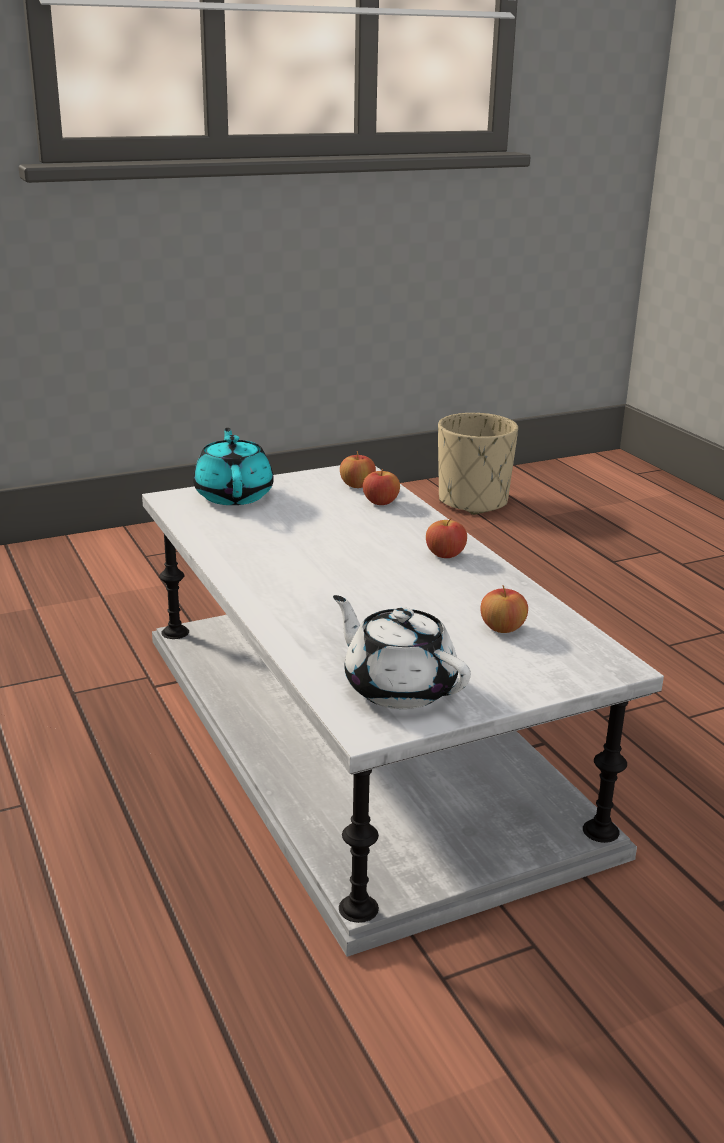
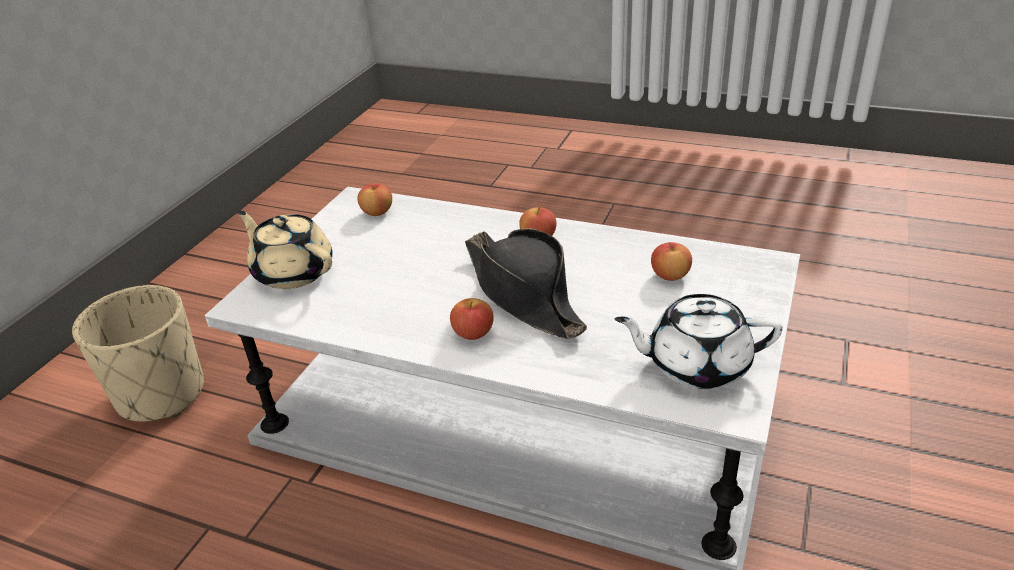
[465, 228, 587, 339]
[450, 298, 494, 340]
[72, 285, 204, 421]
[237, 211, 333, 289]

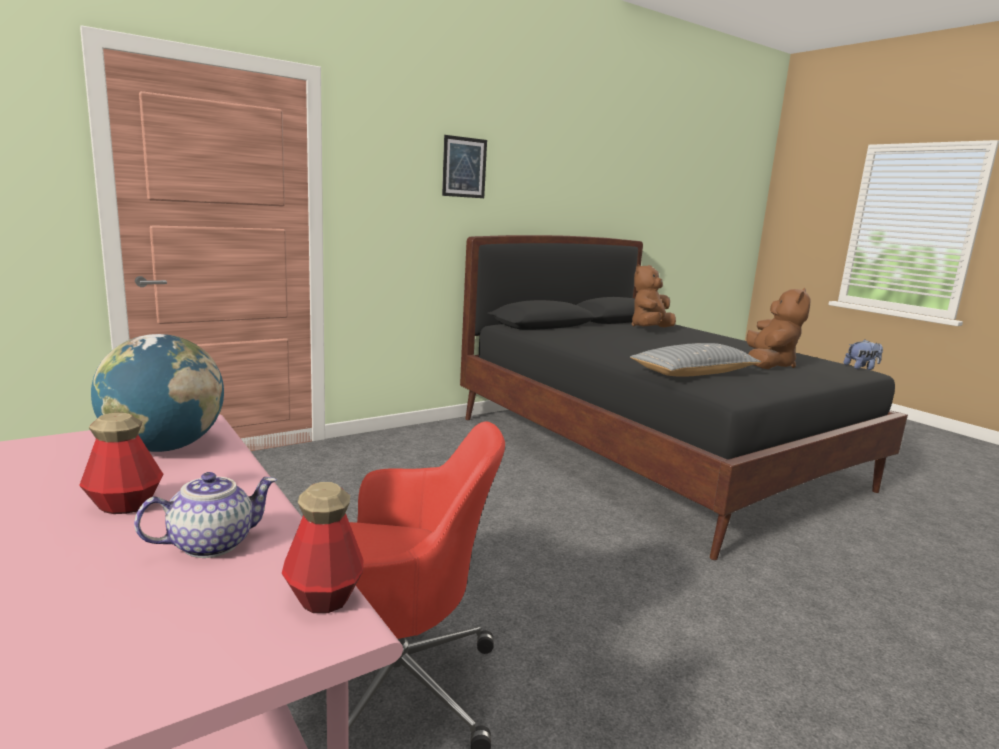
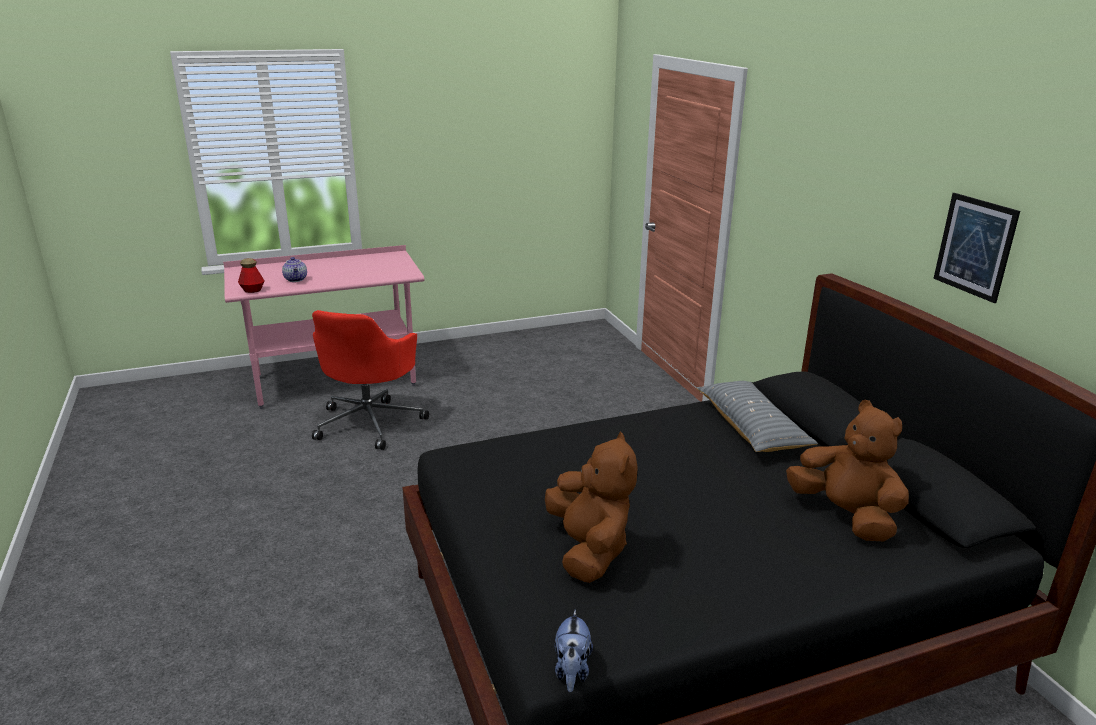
[79, 413, 163, 514] (first image)
[91, 334, 224, 452] (first image)
[933, 193, 1020, 303]
[696, 381, 818, 452]
[545, 431, 638, 583]

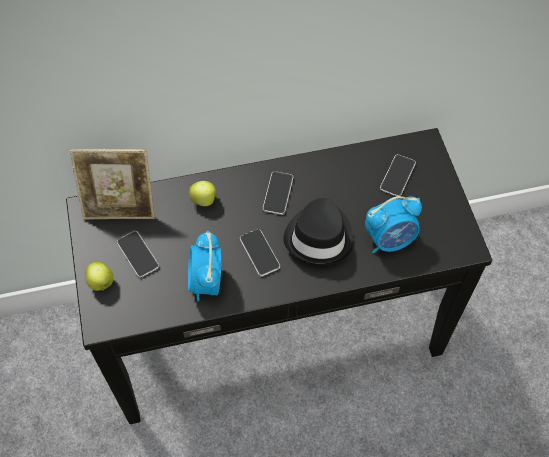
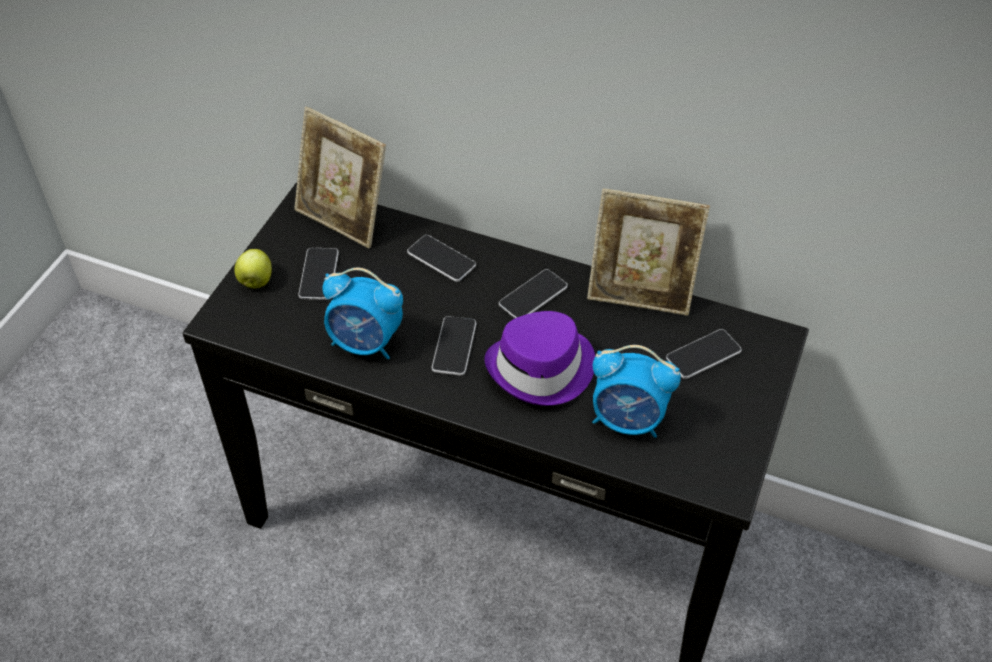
[587, 188, 710, 316]
[407, 235, 476, 282]
[485, 311, 595, 406]
[323, 267, 403, 359]

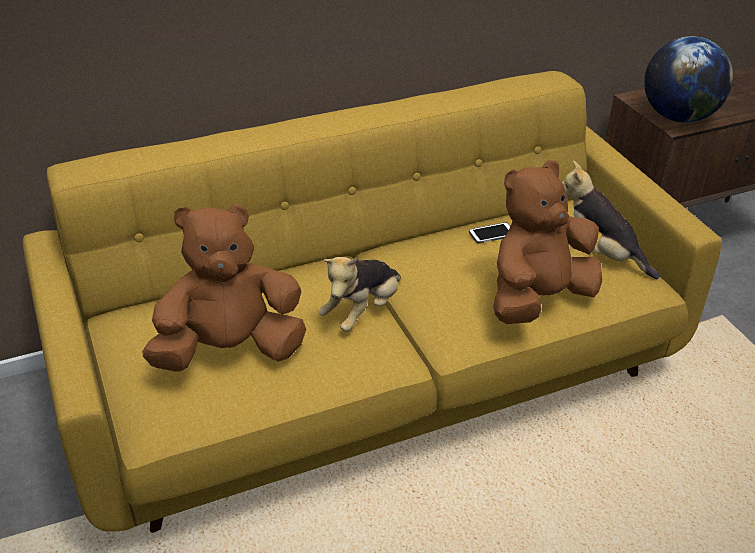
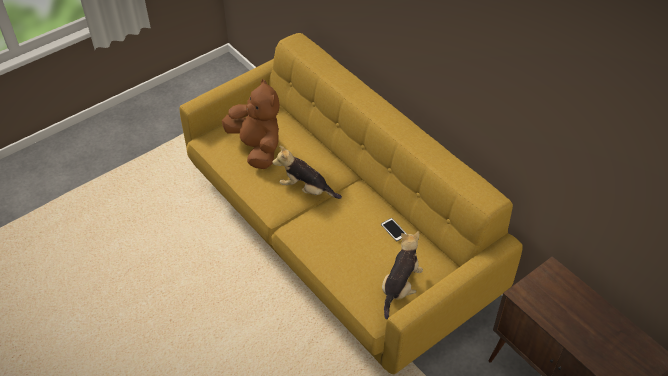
[493, 160, 602, 324] (first image)
[644, 36, 733, 123] (first image)

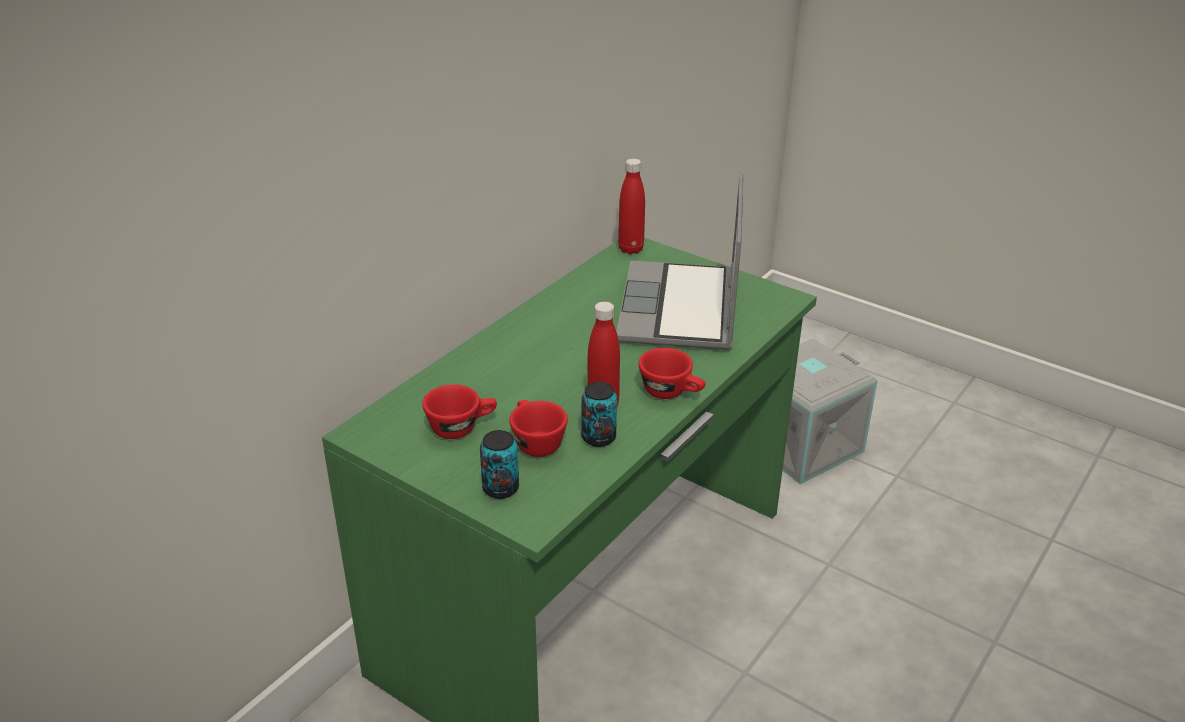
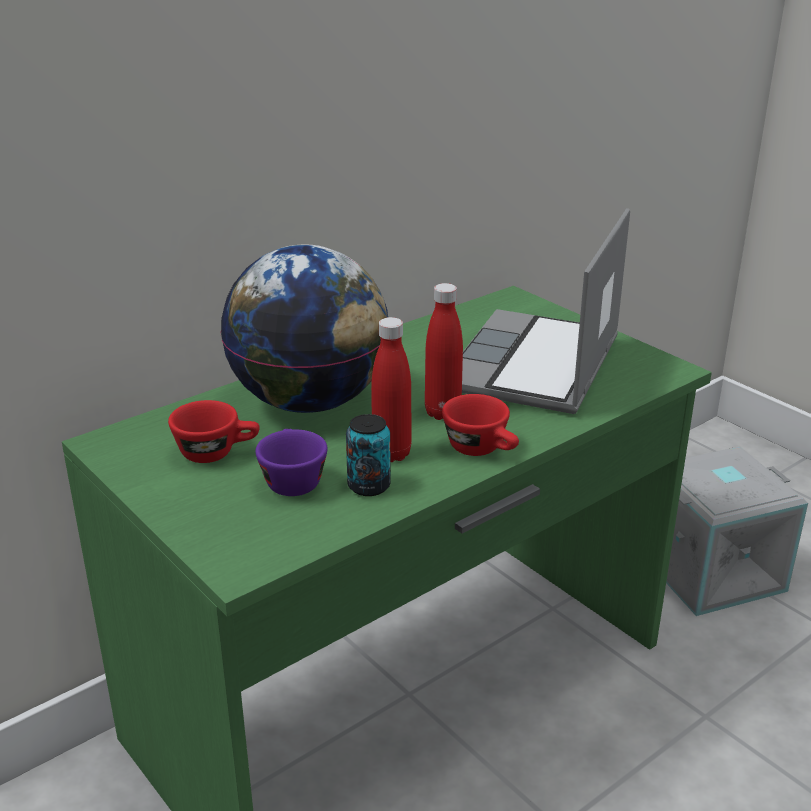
[480, 430, 519, 499] (first image)
[220, 245, 388, 413]
[425, 283, 463, 420]
[255, 429, 327, 496]

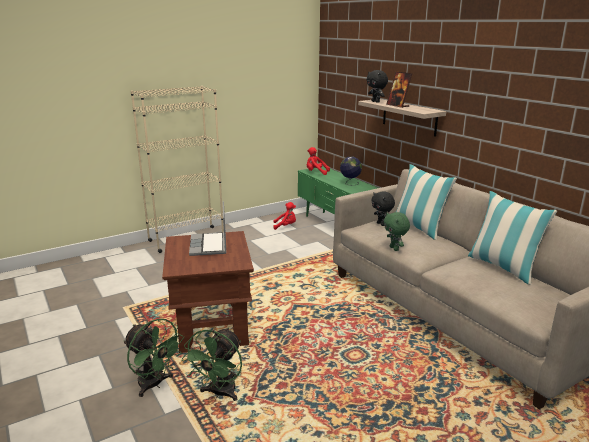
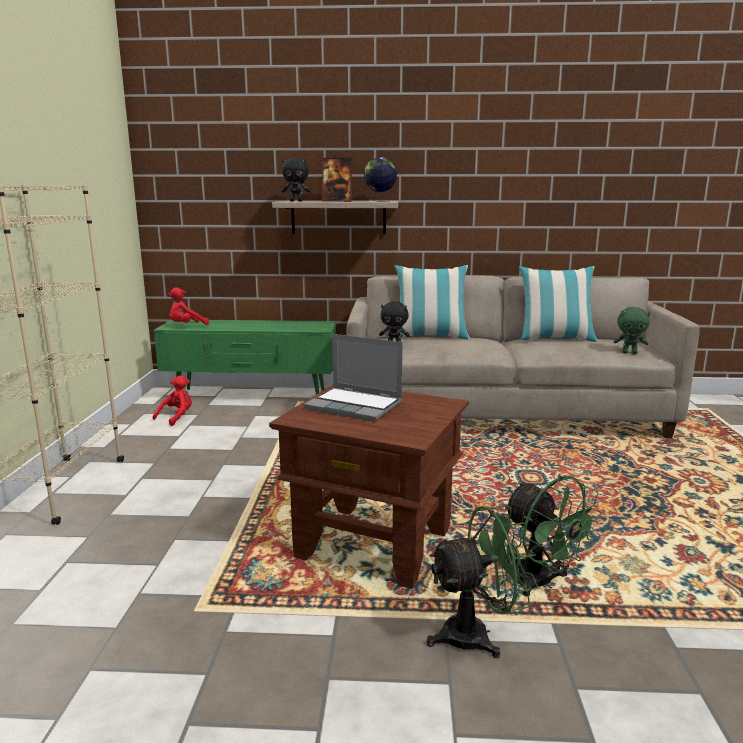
[364, 157, 397, 202]
[613, 307, 651, 354]

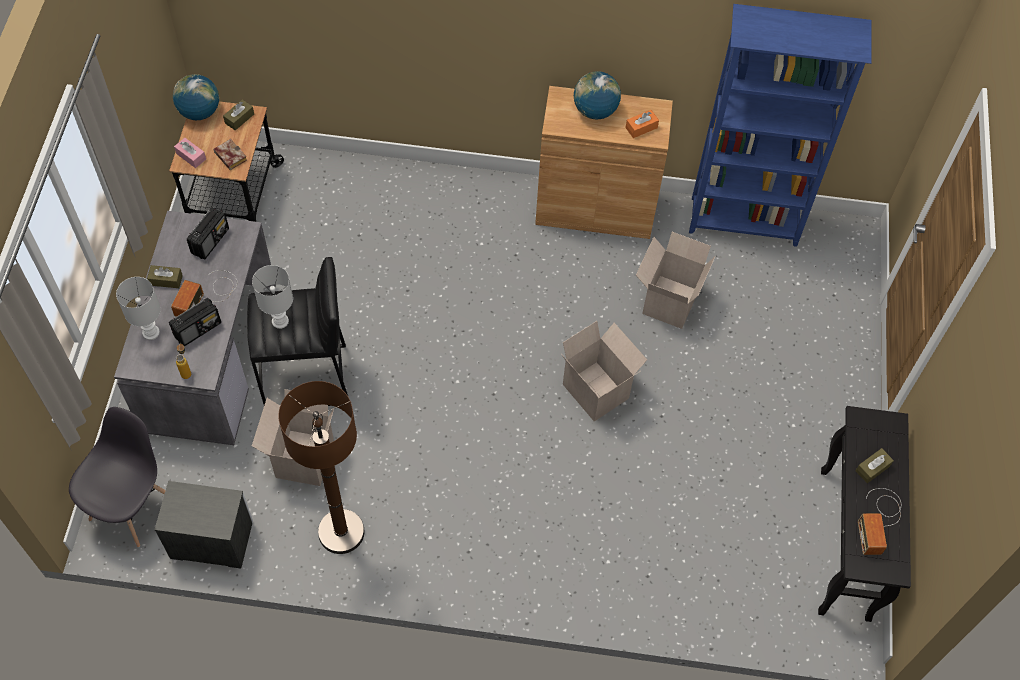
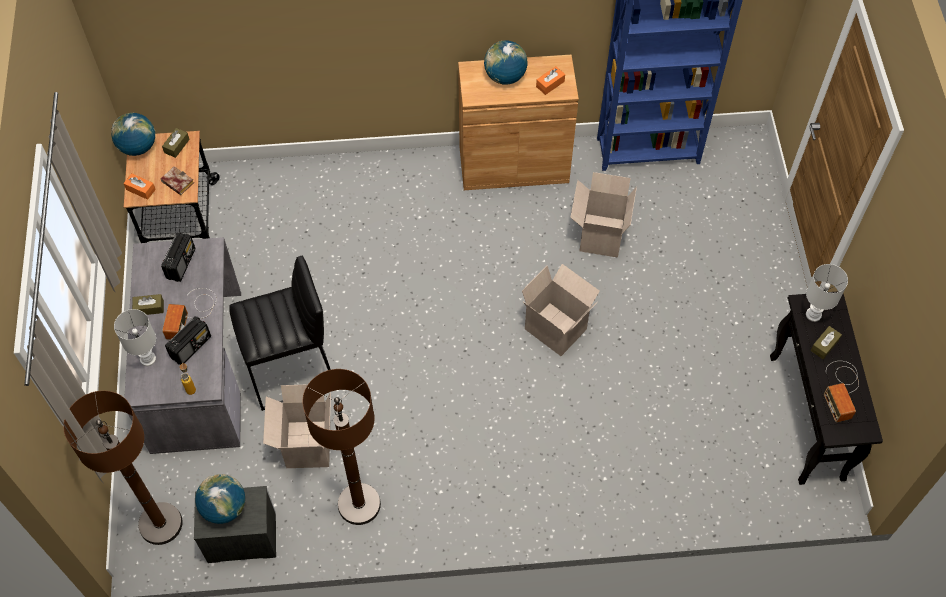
[195, 474, 245, 524]
[806, 264, 848, 322]
[63, 391, 183, 545]
[124, 173, 156, 200]

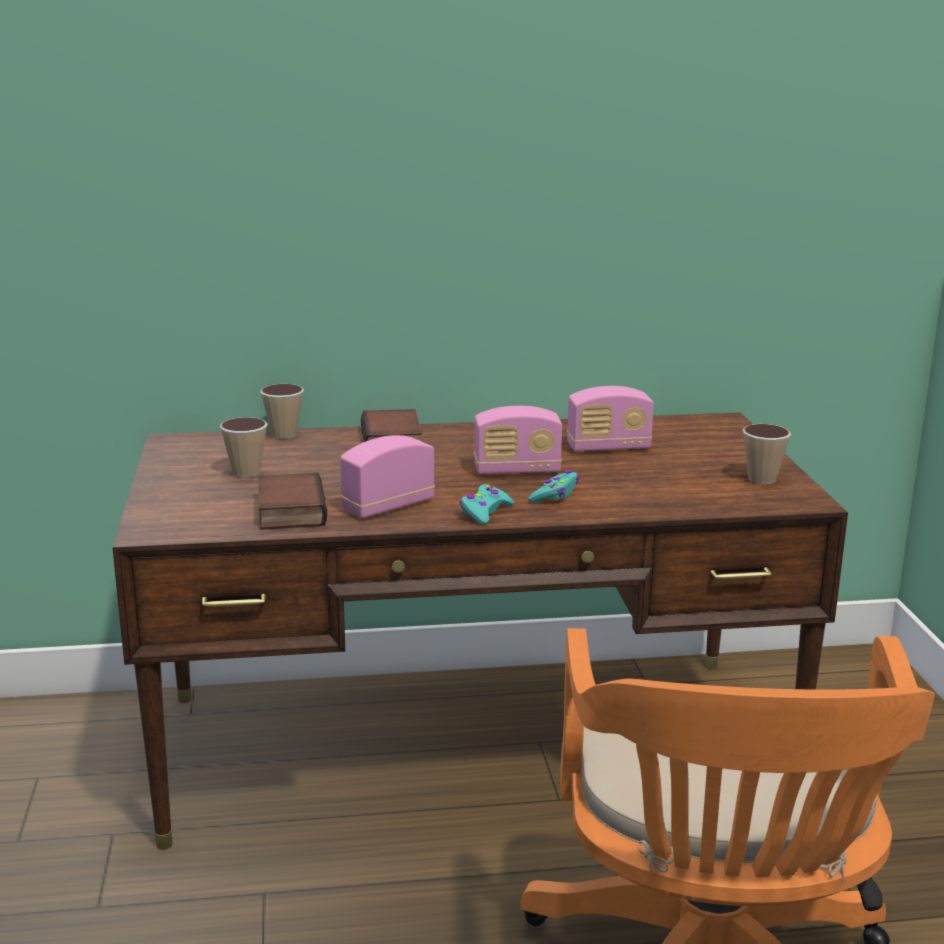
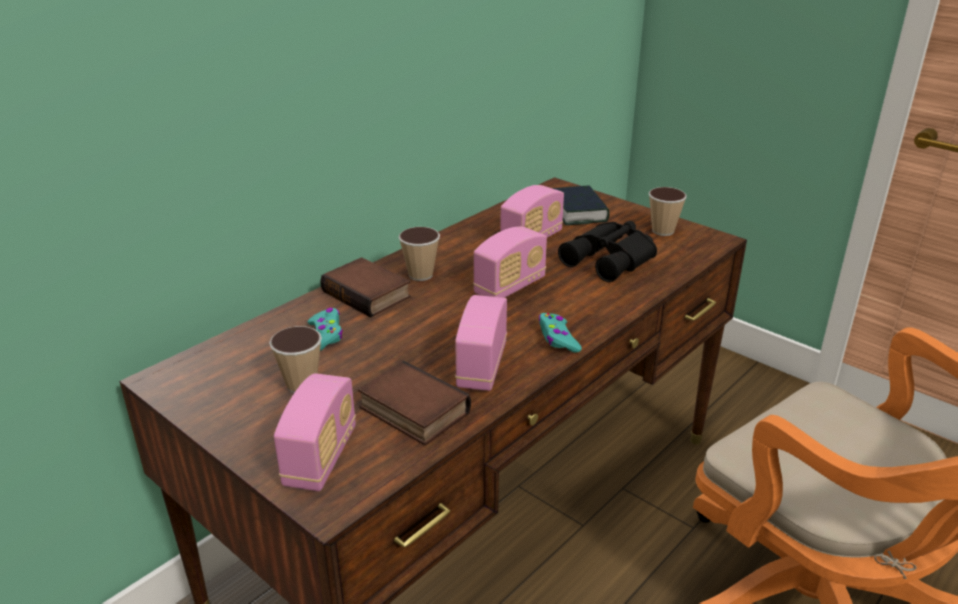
[274, 373, 356, 491]
[552, 185, 610, 225]
[558, 221, 657, 282]
[398, 227, 440, 281]
[307, 308, 343, 351]

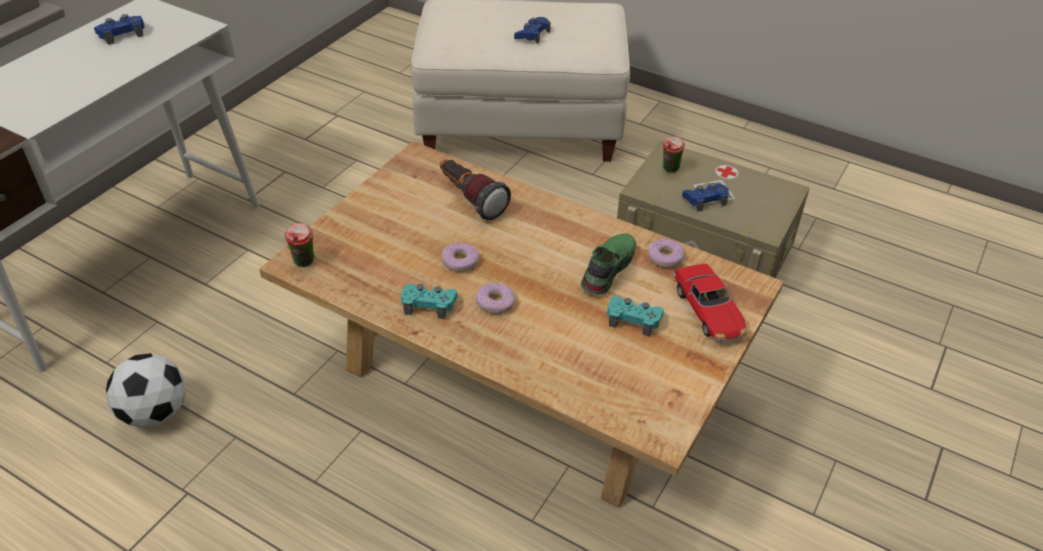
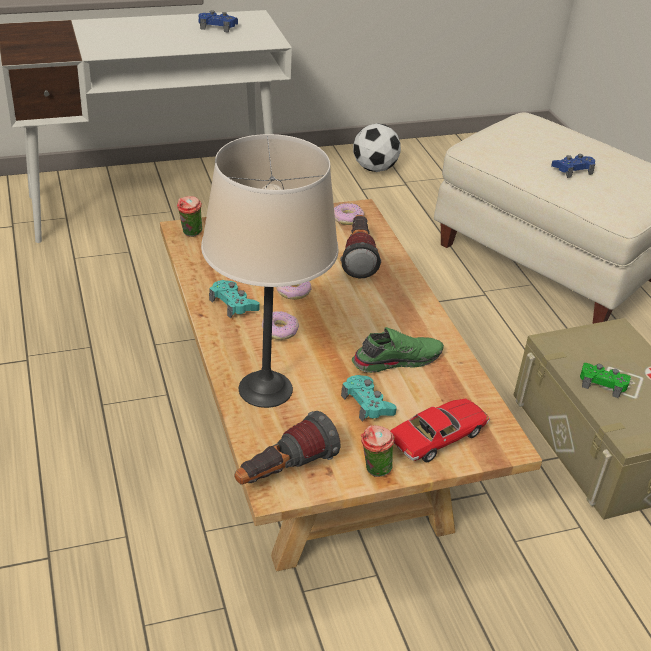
[201, 134, 338, 408]
[235, 411, 340, 484]
[353, 123, 401, 172]
[334, 203, 364, 225]
[361, 425, 394, 477]
[580, 363, 631, 398]
[390, 398, 490, 462]

